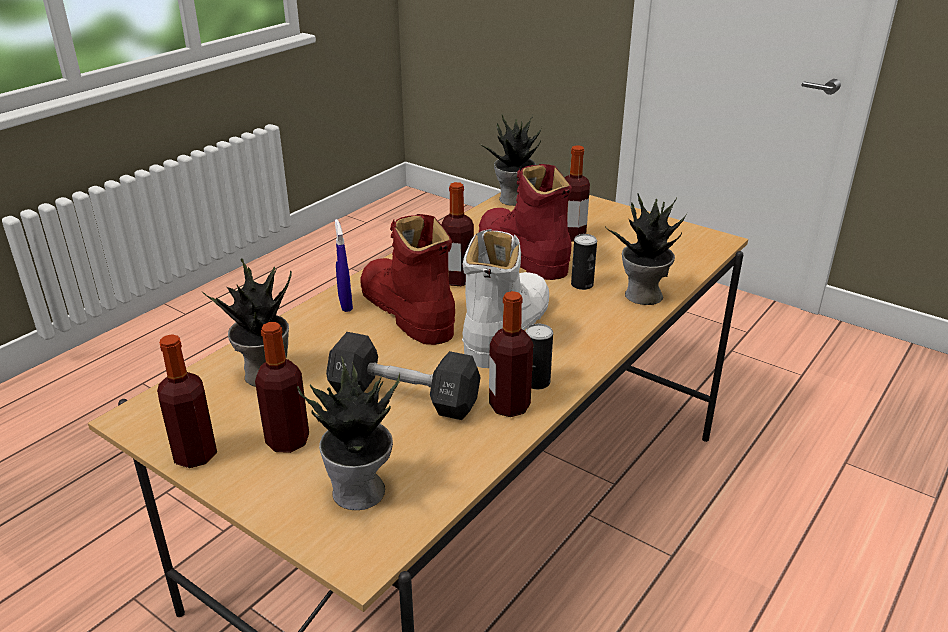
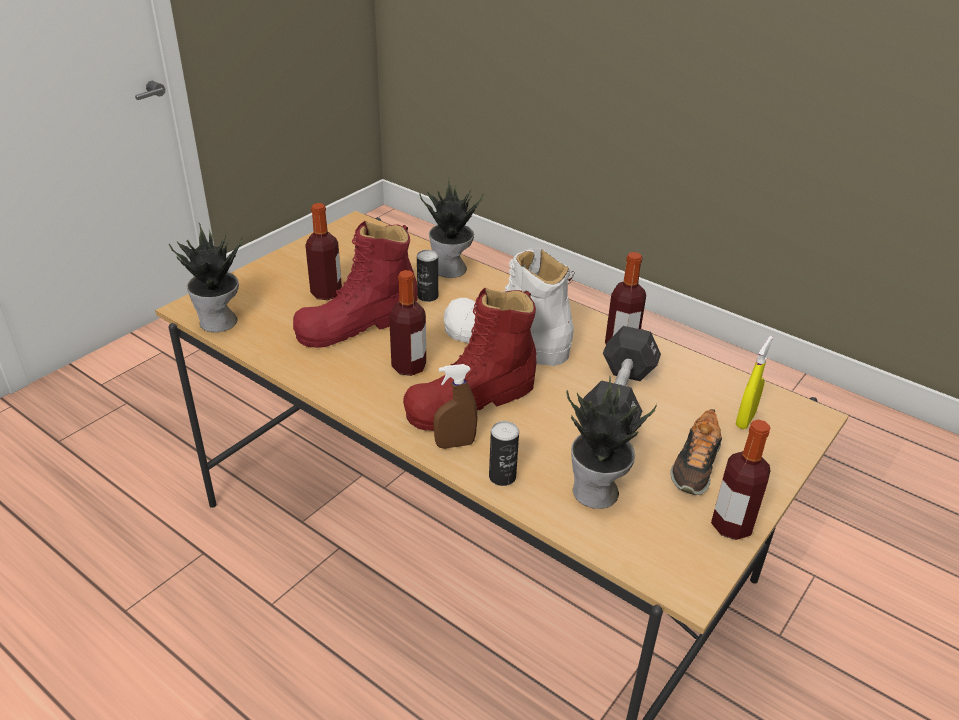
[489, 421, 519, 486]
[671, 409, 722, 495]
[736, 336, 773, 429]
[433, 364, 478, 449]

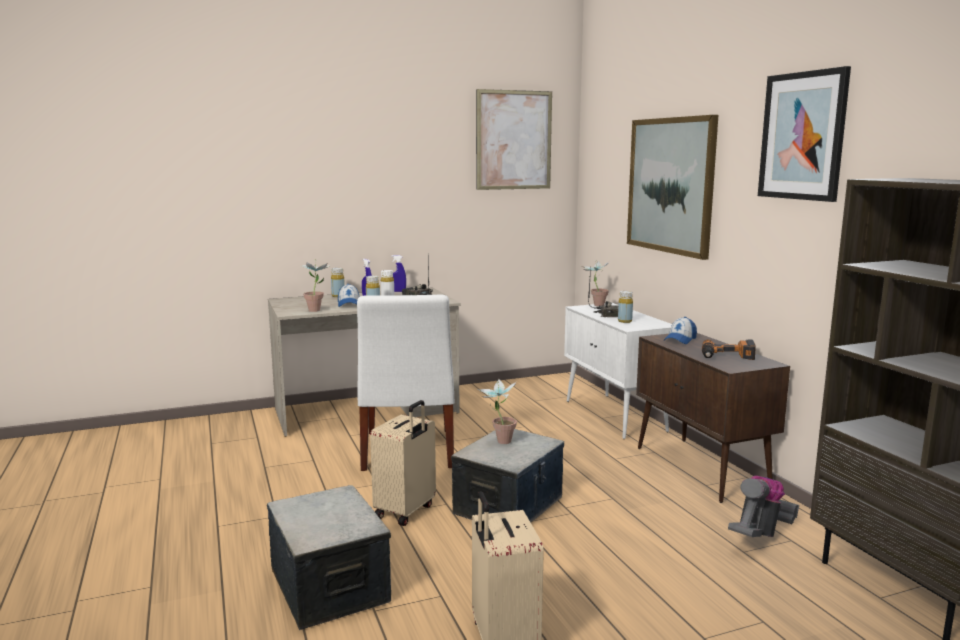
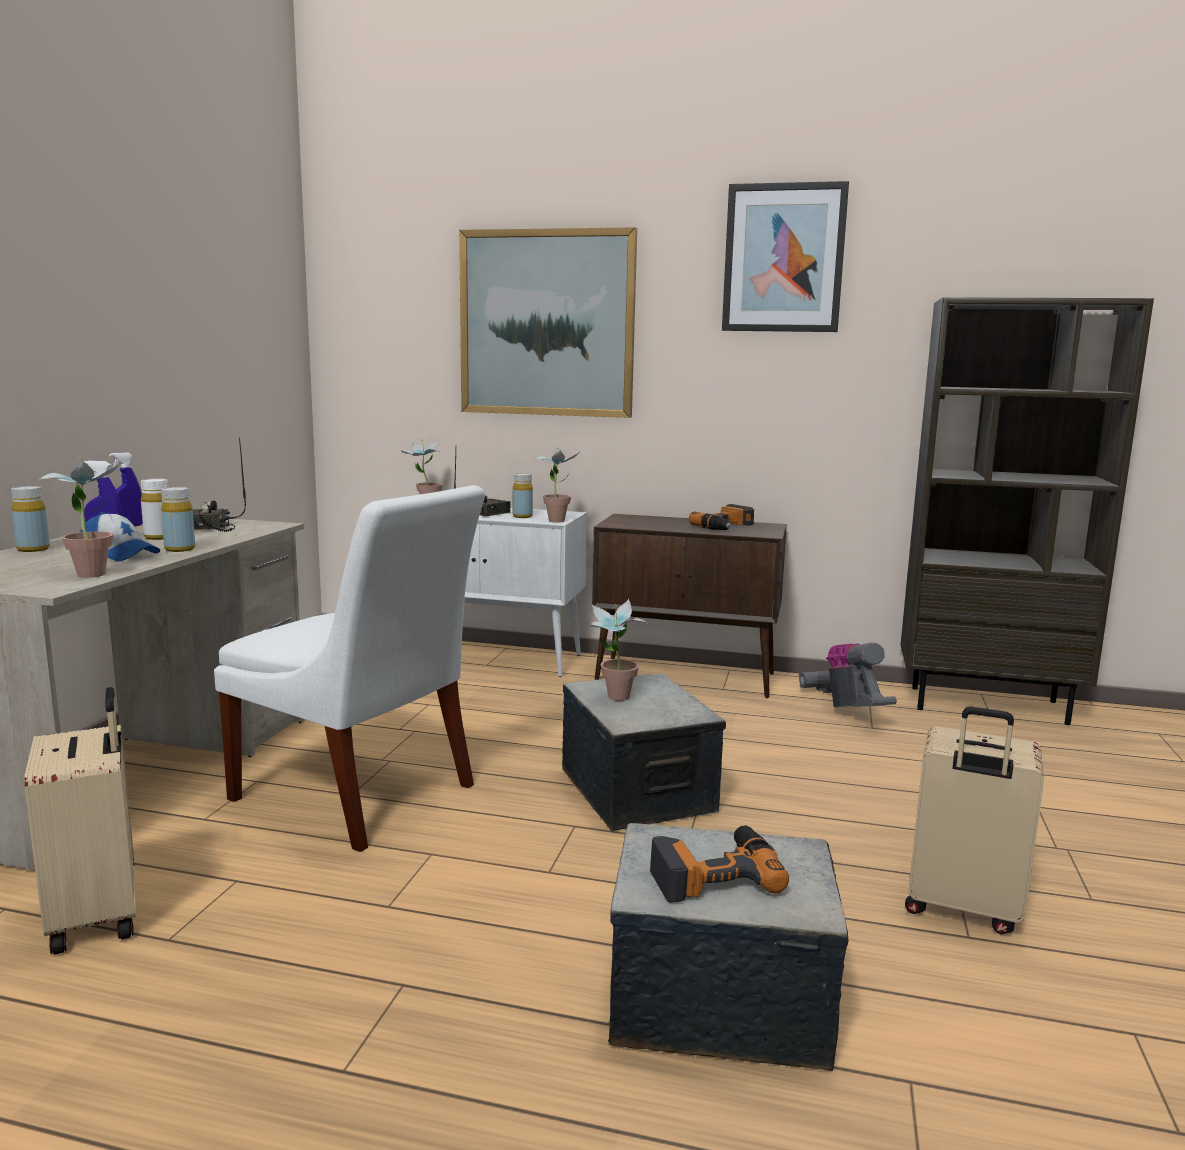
[476, 89, 552, 190] (first image)
[663, 317, 697, 344] (first image)
[535, 447, 579, 523]
[650, 825, 789, 903]
[24, 687, 136, 955]

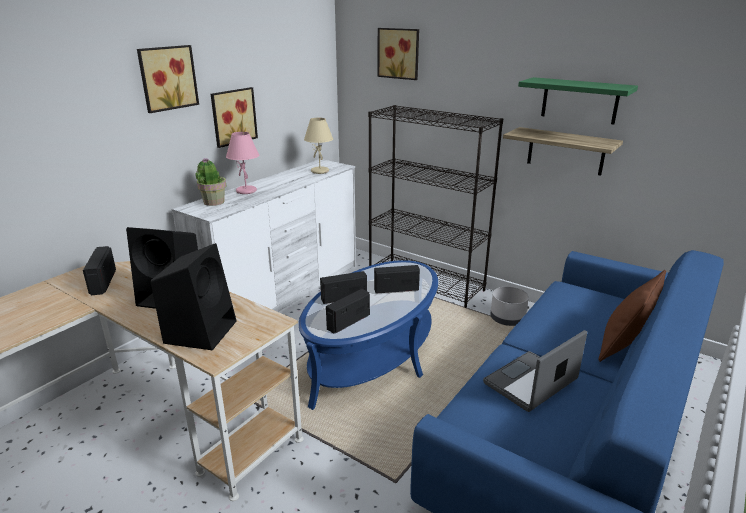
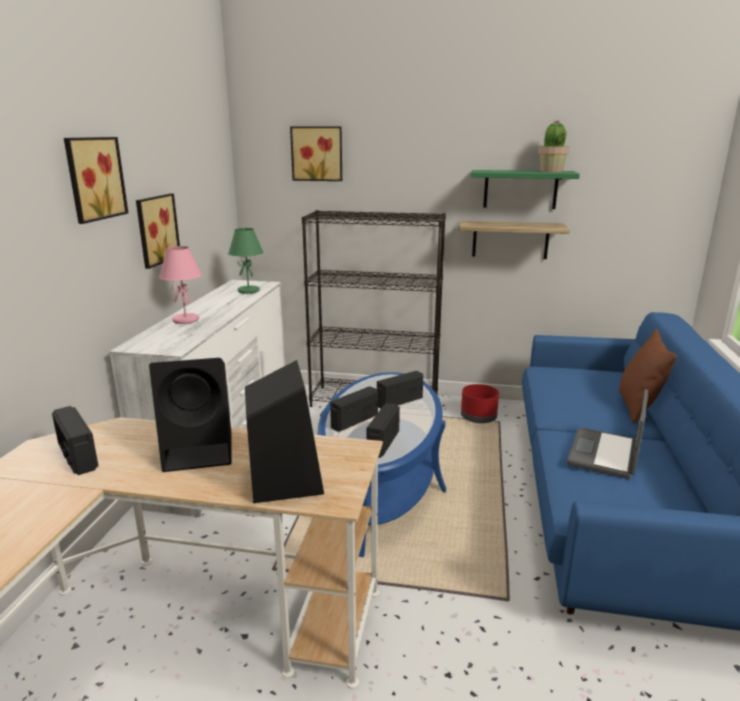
[538, 120, 570, 172]
[228, 228, 263, 294]
[461, 384, 499, 423]

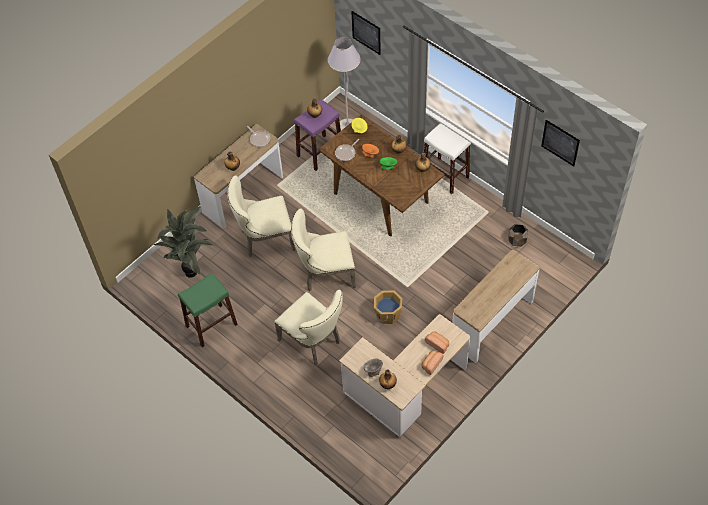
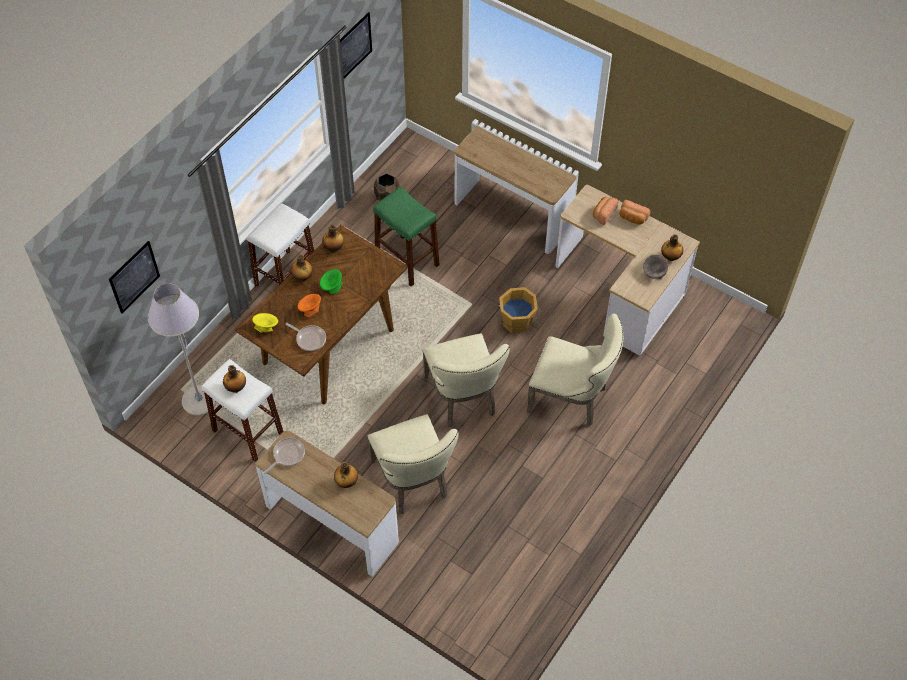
[153, 206, 213, 278] (first image)
[373, 187, 440, 287]
[202, 359, 284, 462]
[526, 313, 623, 427]

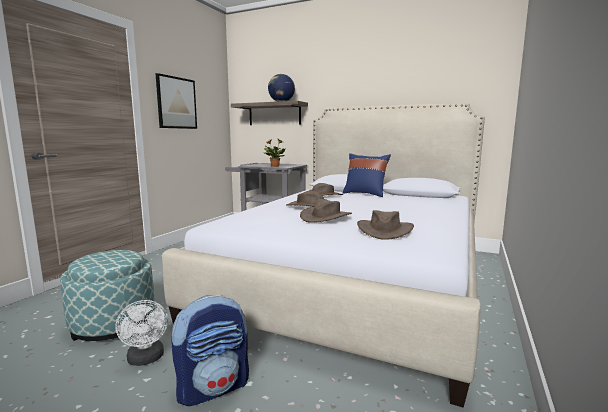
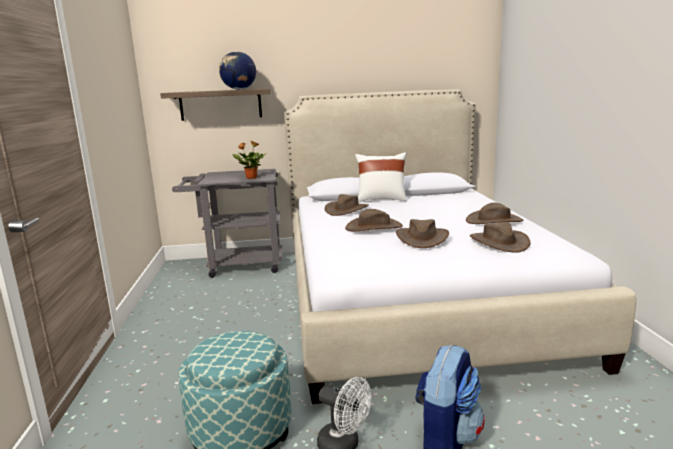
[155, 73, 197, 129] (first image)
[466, 203, 524, 224]
[355, 152, 407, 202]

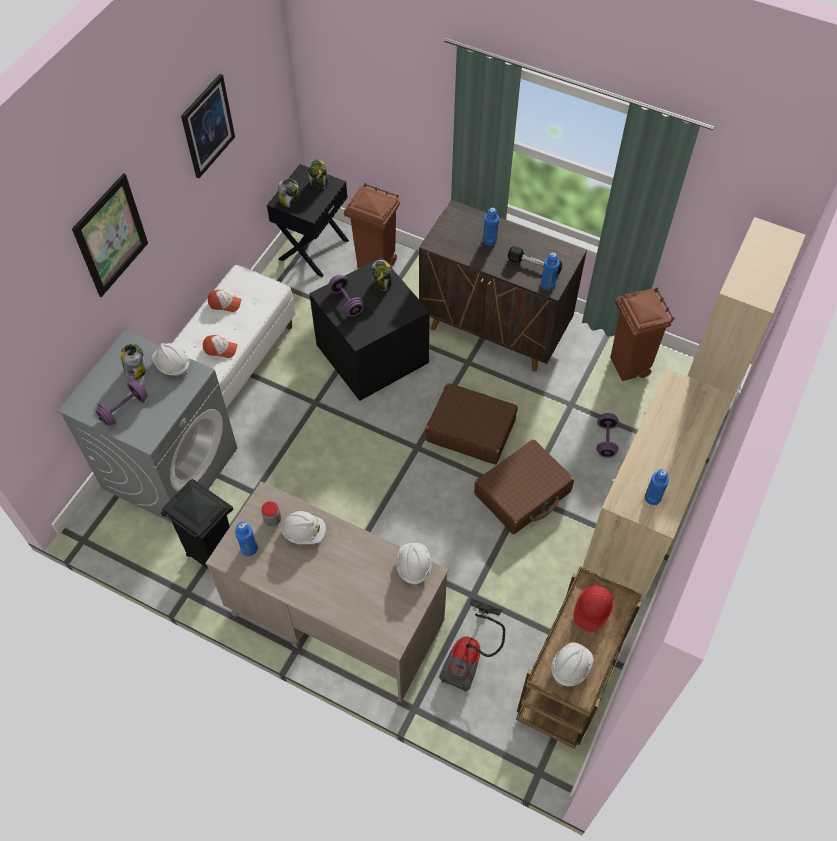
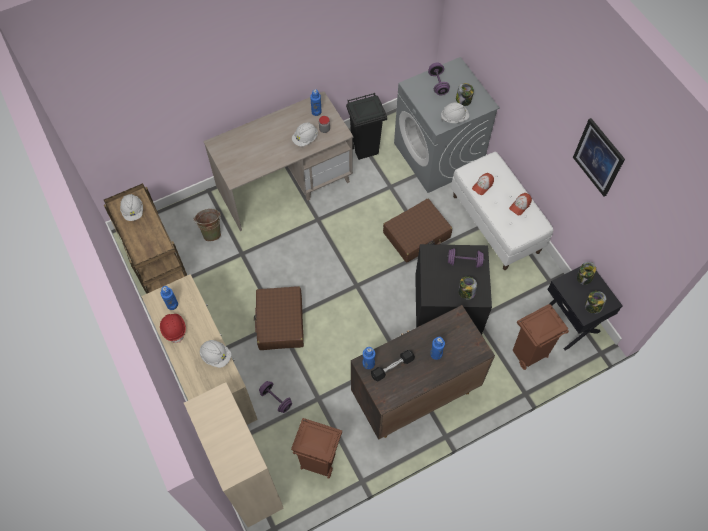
[72, 173, 148, 297] (first image)
[200, 340, 231, 368]
[383, 199, 452, 263]
[160, 314, 186, 343]
[194, 209, 221, 241]

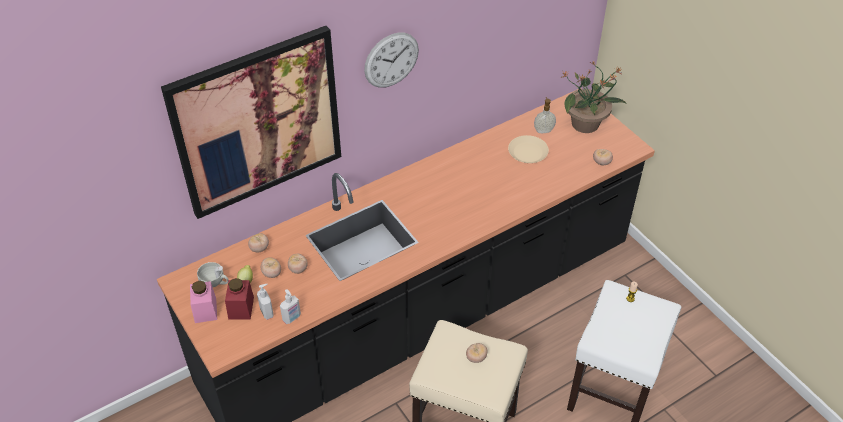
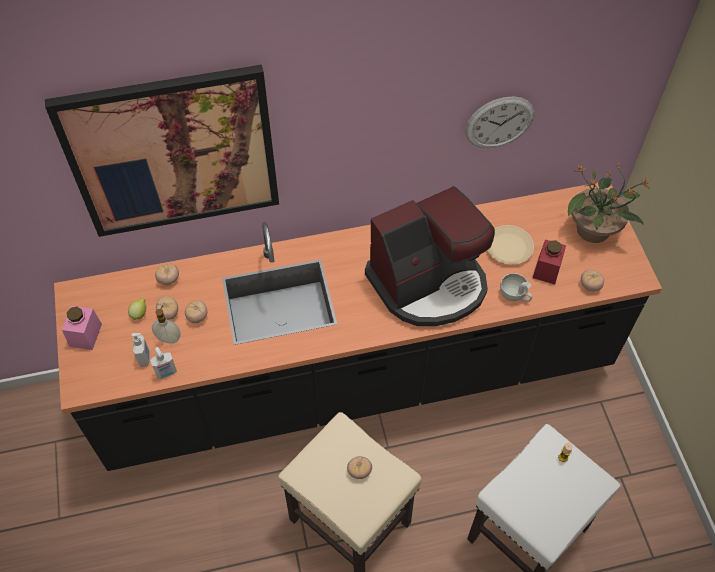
[365, 186, 495, 326]
[500, 273, 532, 302]
[533, 239, 566, 284]
[465, 96, 534, 148]
[152, 305, 181, 344]

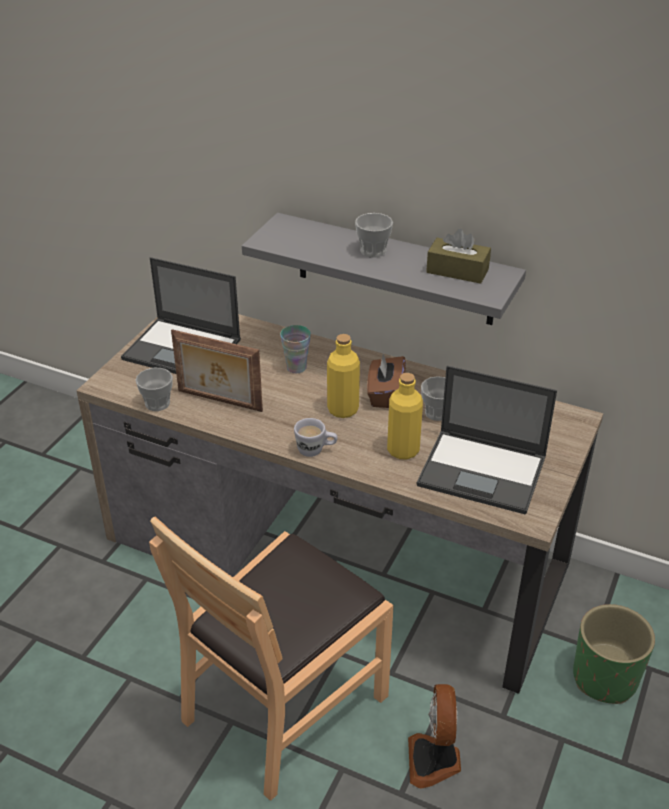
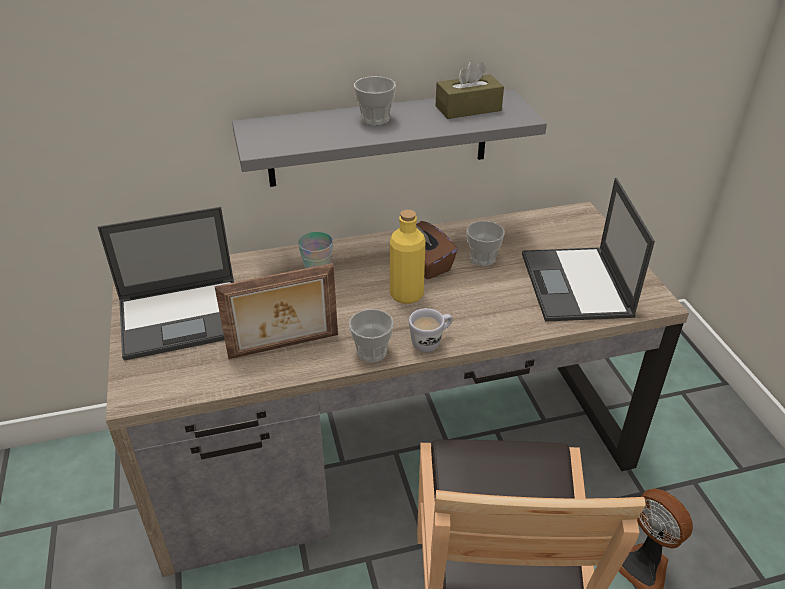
[387, 373, 423, 459] (first image)
[573, 604, 655, 704] (first image)
[349, 309, 394, 362]
[522, 178, 655, 322]

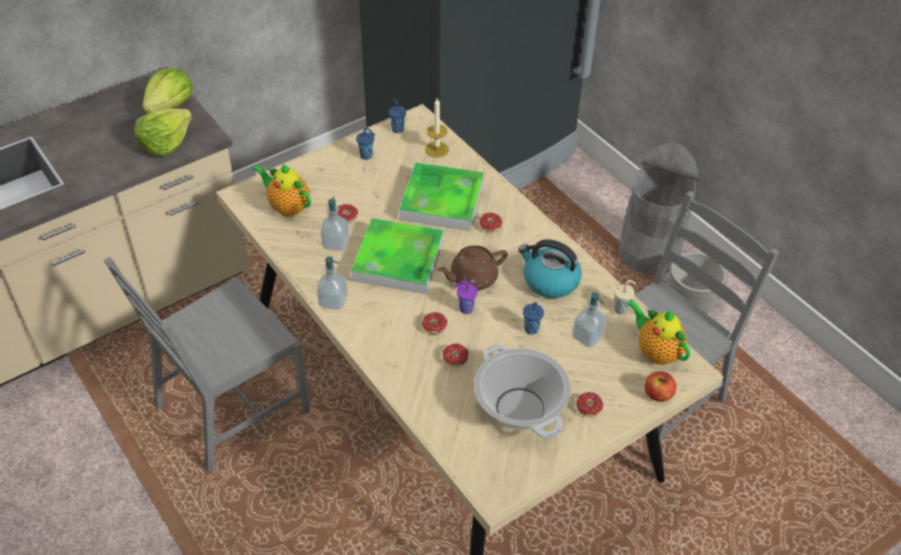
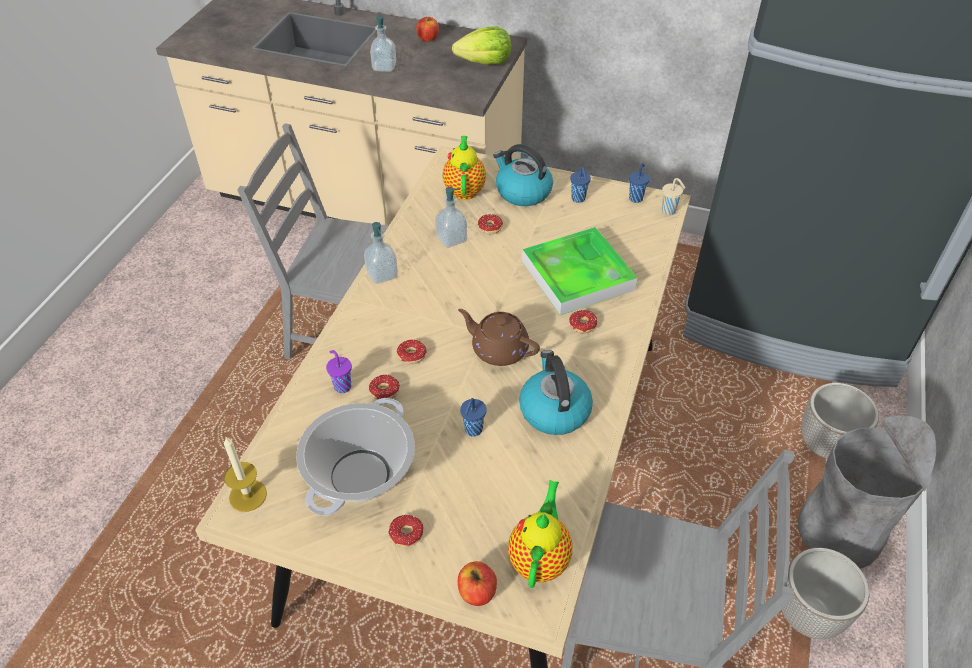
[134, 109, 192, 156] (first image)
[351, 218, 444, 294] (first image)
[416, 17, 439, 42]
[493, 144, 553, 206]
[801, 383, 879, 459]
[224, 436, 267, 512]
[326, 350, 352, 393]
[370, 16, 396, 72]
[662, 178, 686, 215]

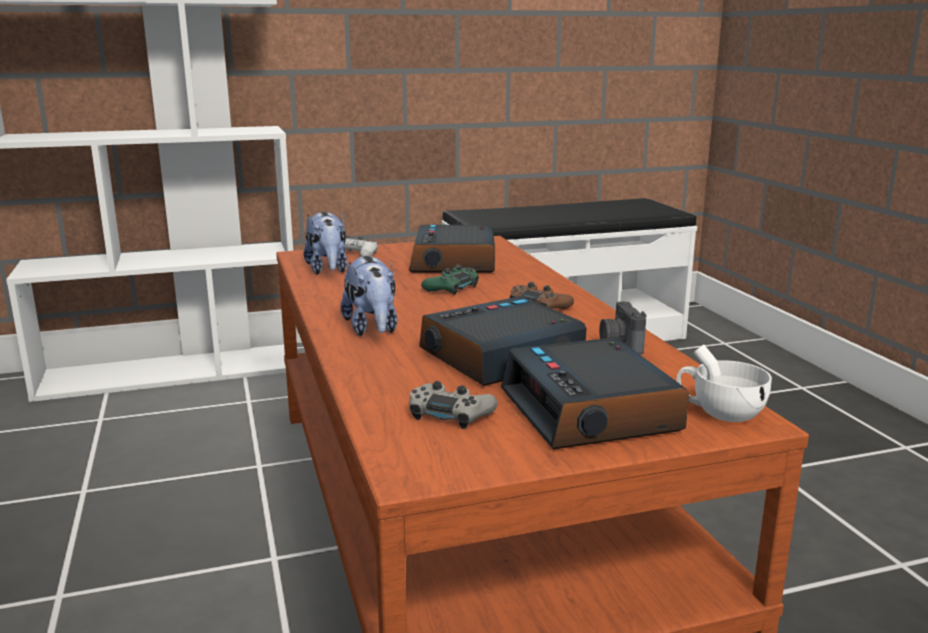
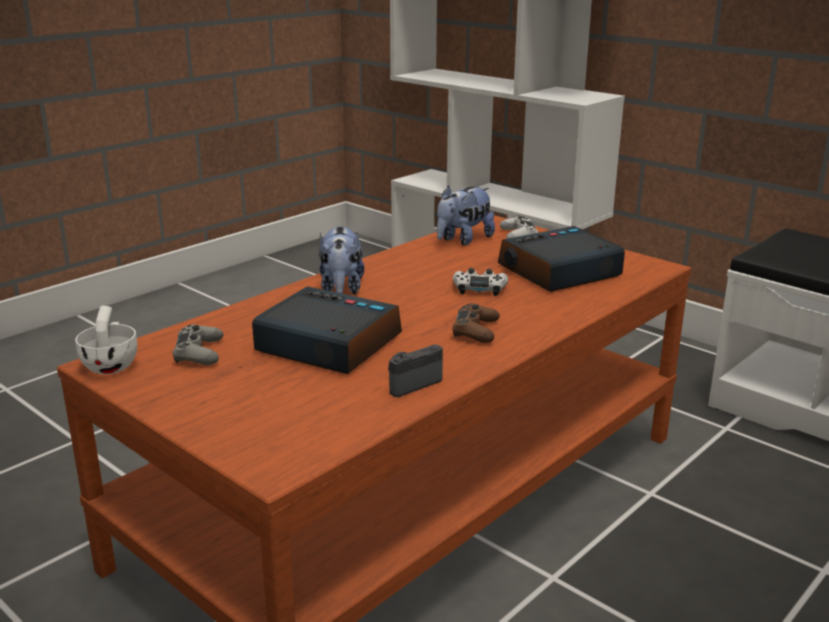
[501, 338, 689, 449] (first image)
[75, 306, 137, 374]
[453, 268, 508, 296]
[319, 225, 365, 295]

